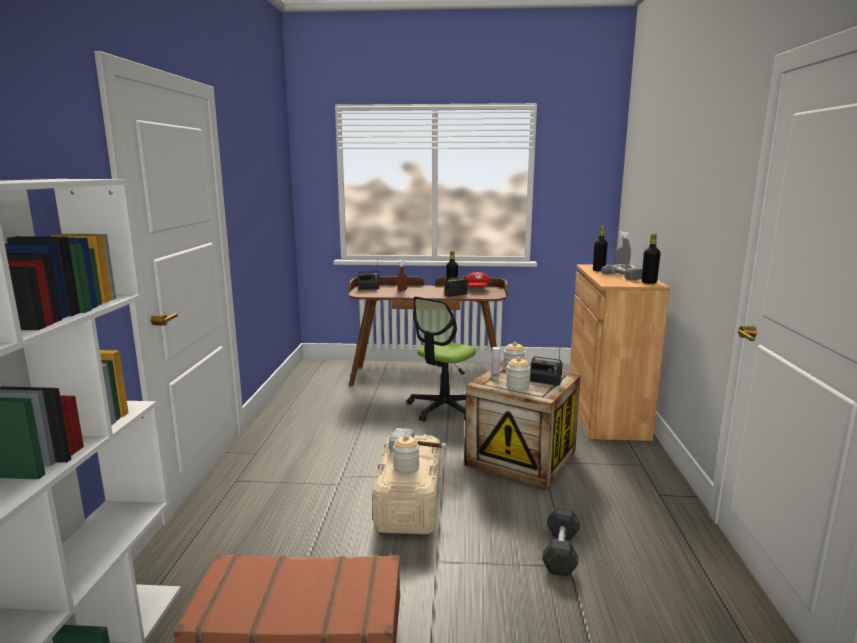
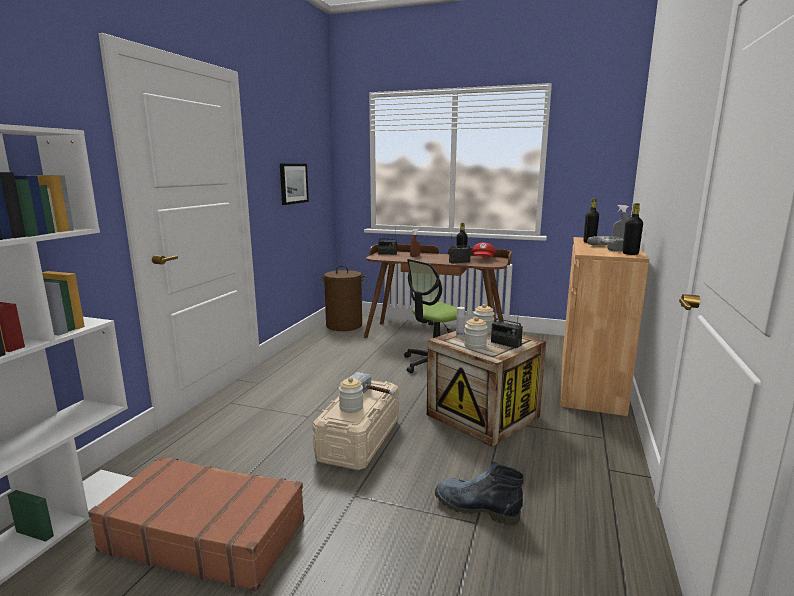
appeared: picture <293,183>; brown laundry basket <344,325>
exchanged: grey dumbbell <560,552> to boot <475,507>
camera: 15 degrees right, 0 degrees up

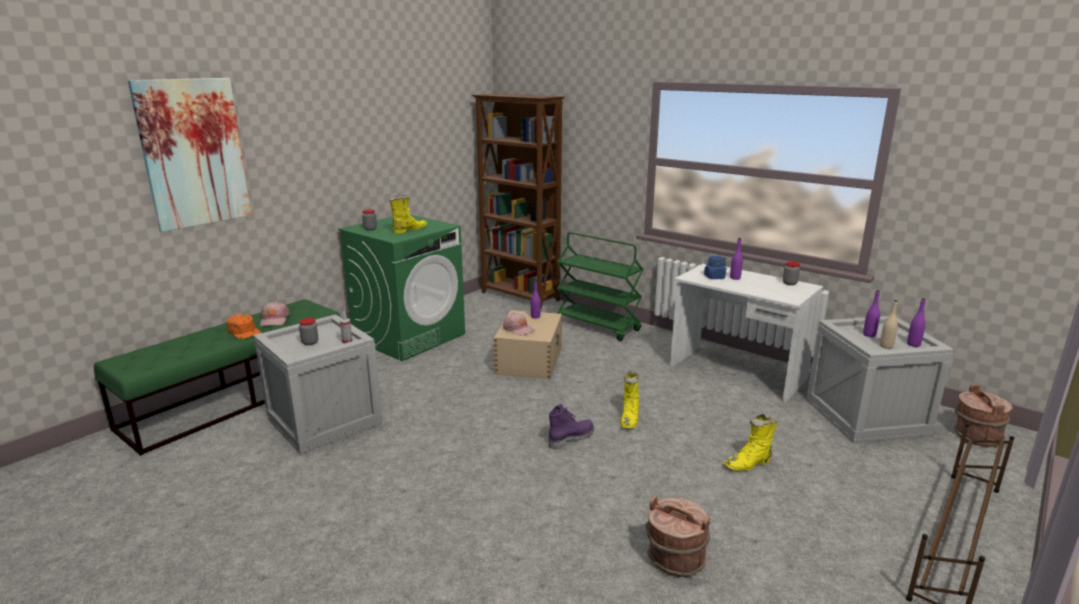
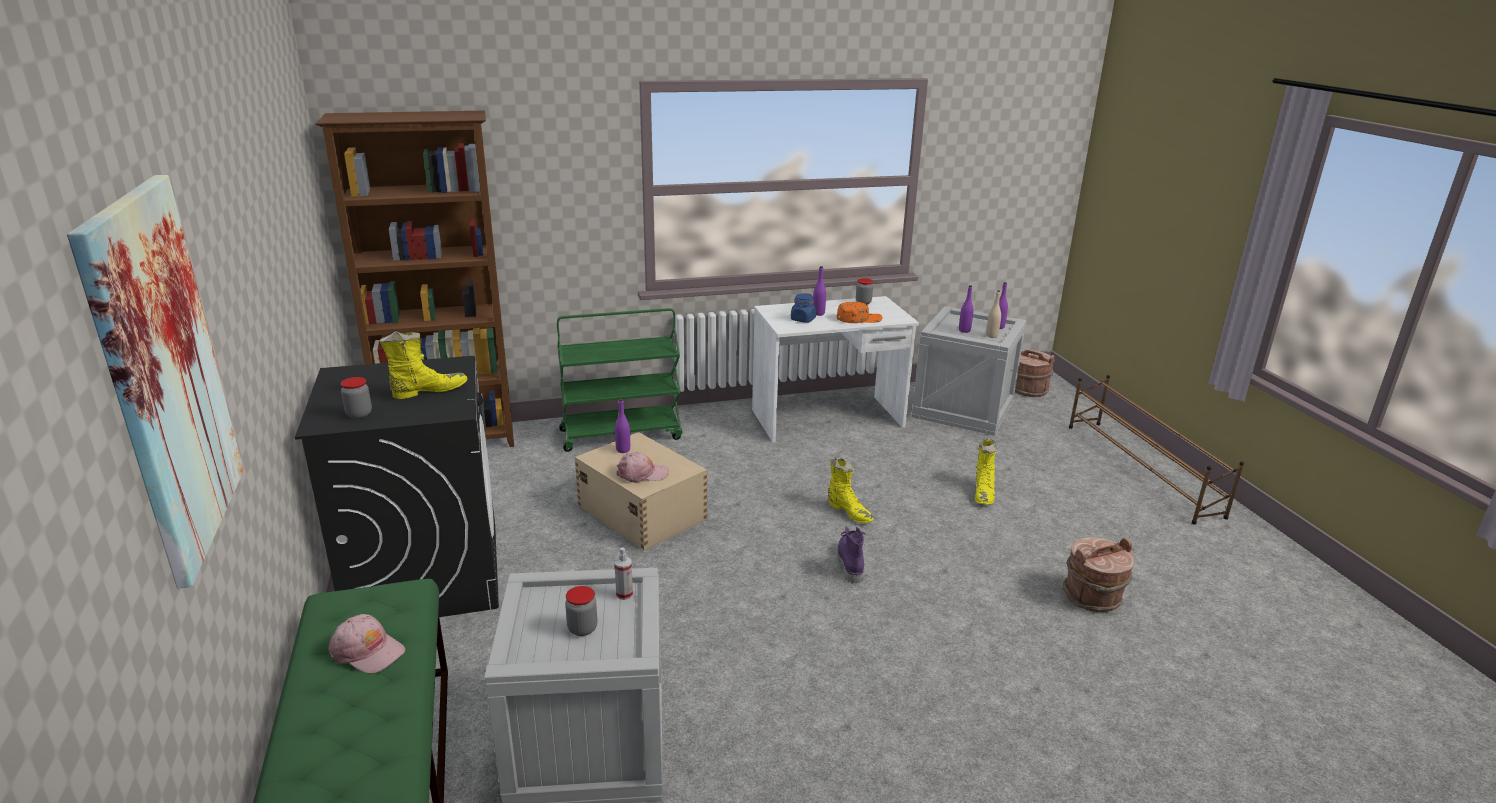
relocated: orange cap <245,331> to <859,318>
colour: green washing machine <409,337> to black washing machine <425,573>
spun: yellow boot <408,230> = <428,391> 75 degrees clockwise
camera: 55 degrees left, 5 degrees up

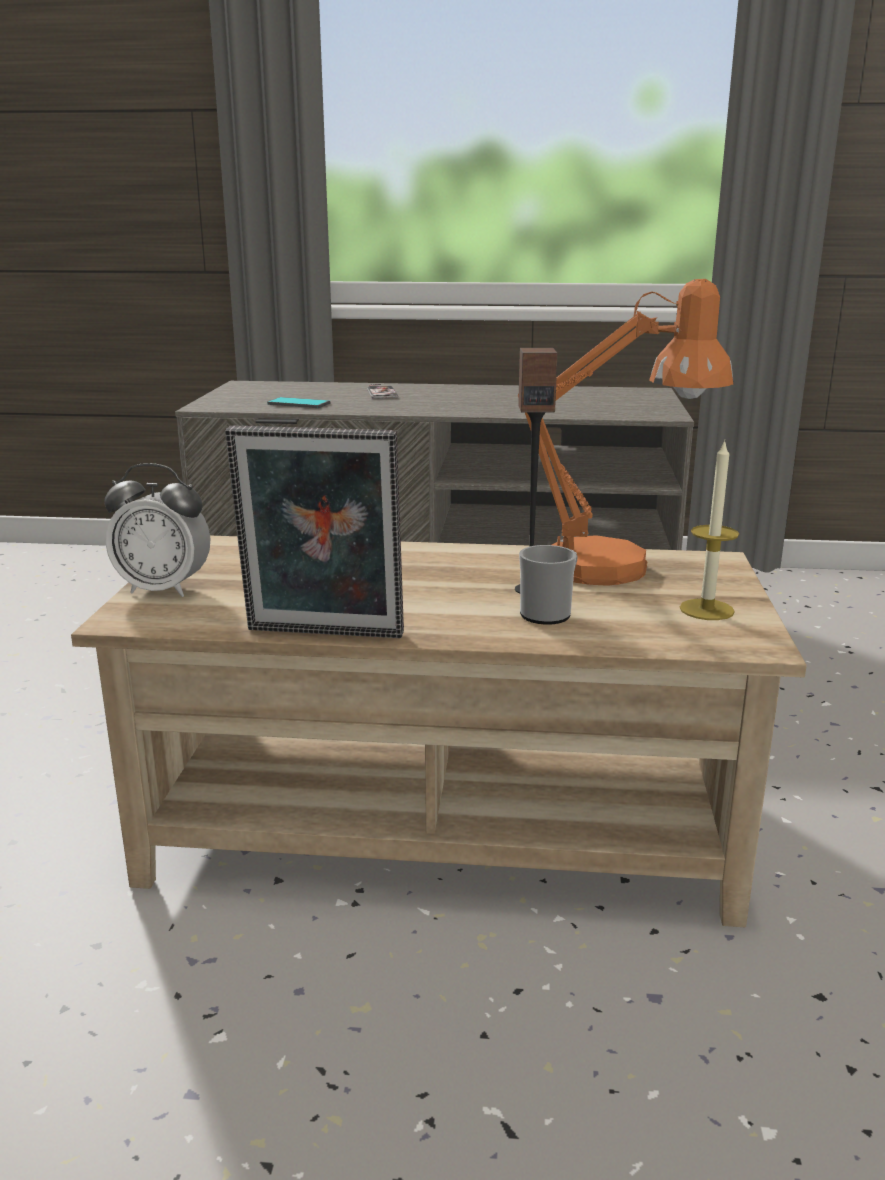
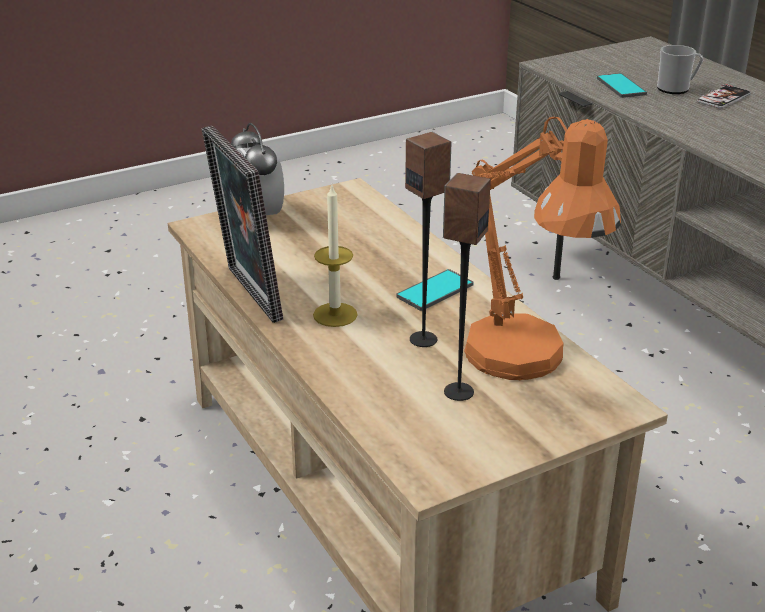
appeared: phone <435,291>; speaker <458,391>
relocated: candle <706,609> to <335,315>; mug <549,613> to <676,89>
camera: 55 degrees right, 10 degrees up

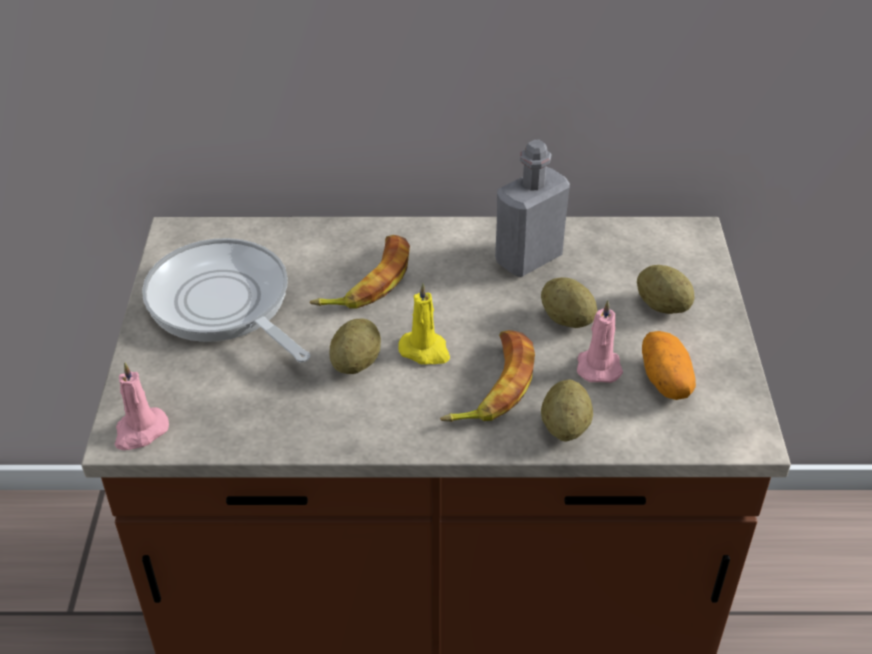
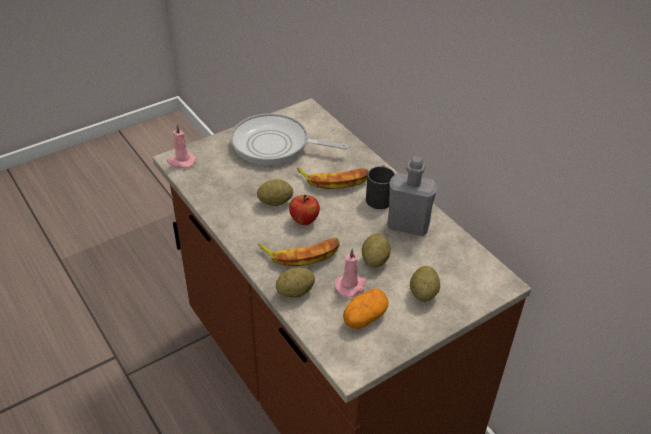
appeared: black mug <380,196>
exchanged: yellow candle <425,350> to apple <304,220>
spun: frying pan <223,304> = <275,145> 90 degrees counterclockwise
camera: 55 degrees right, 0 degrees up

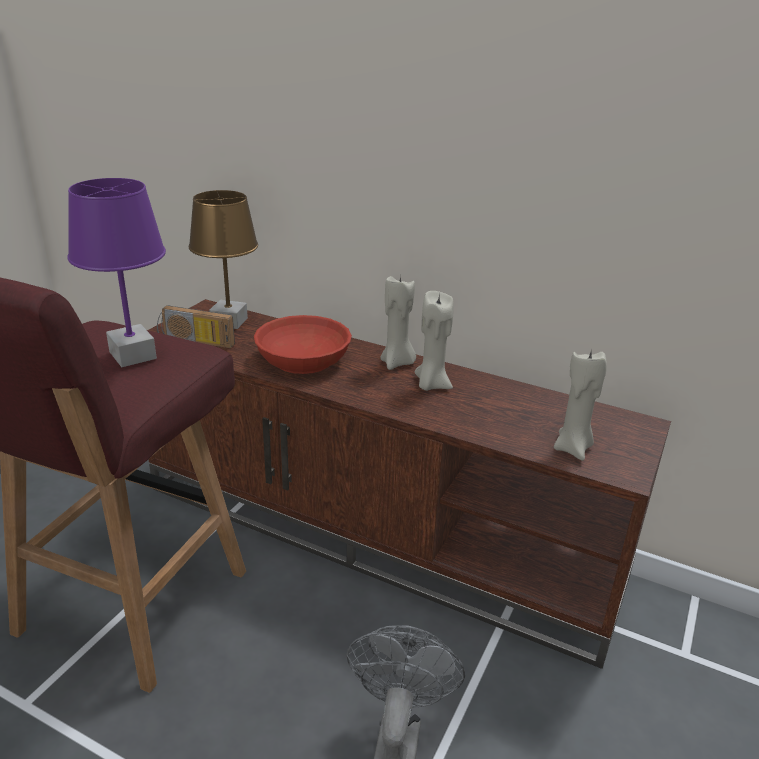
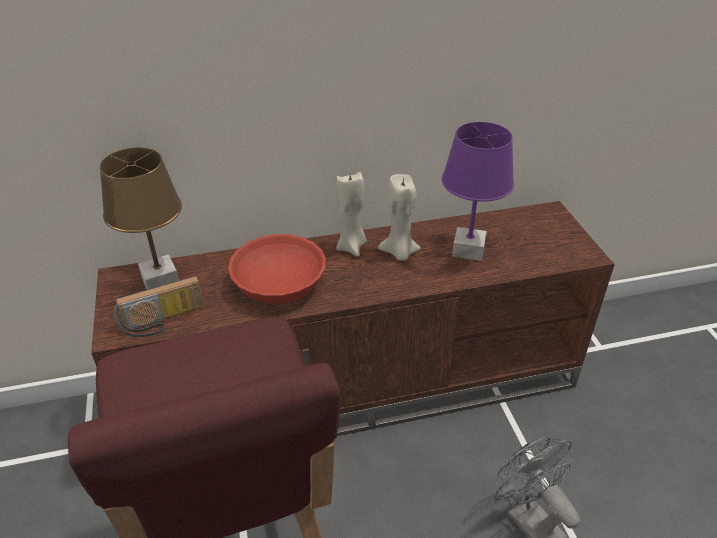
missing: beige candle <573,448>
relocated: purple table lamp <133,355> to <469,250>
camera: 40 degrees left, 10 degrees up

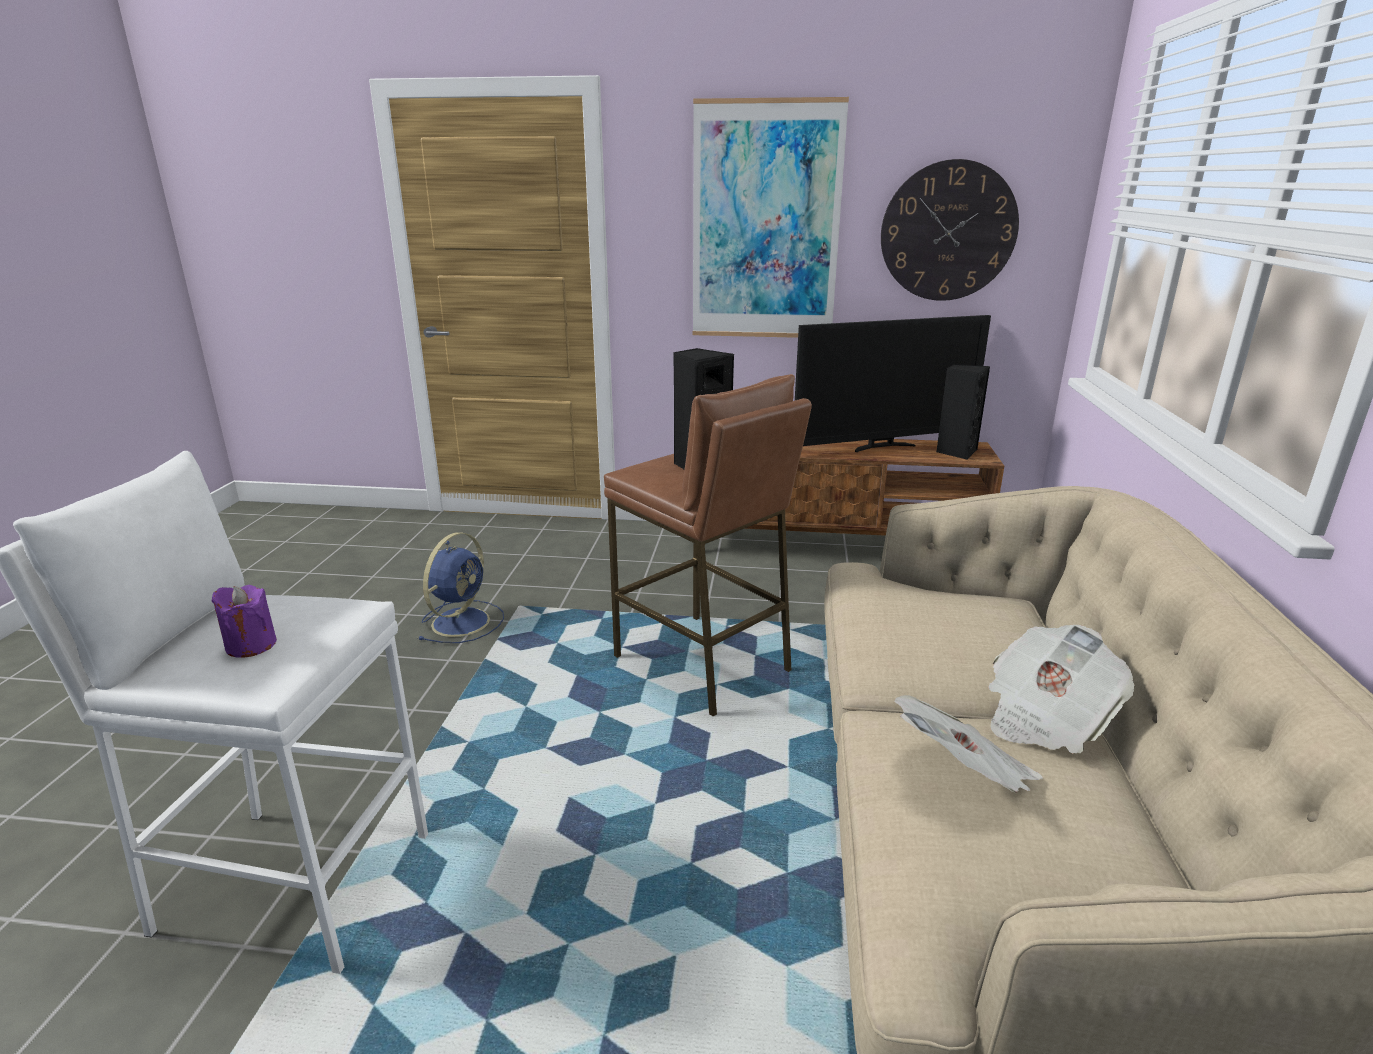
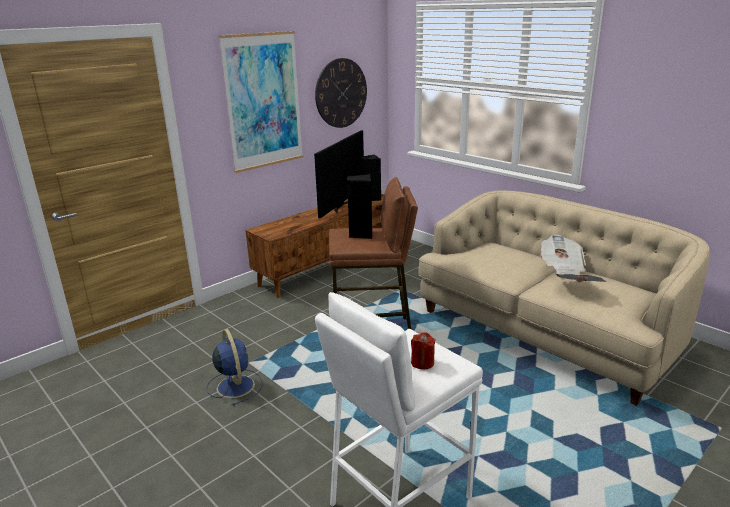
colour: purple candle <251,645> to red candle <422,363>
camera: 50 degrees left, 0 degrees up

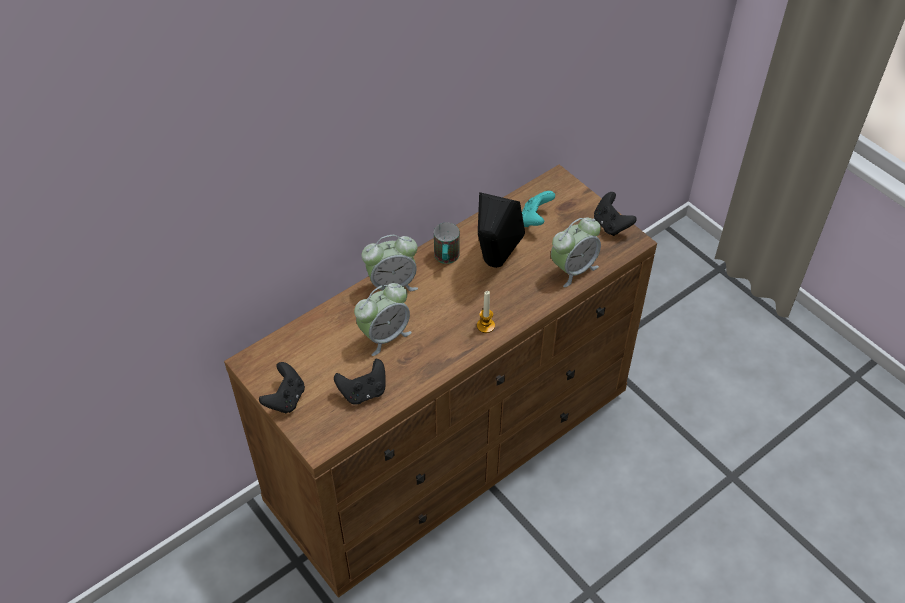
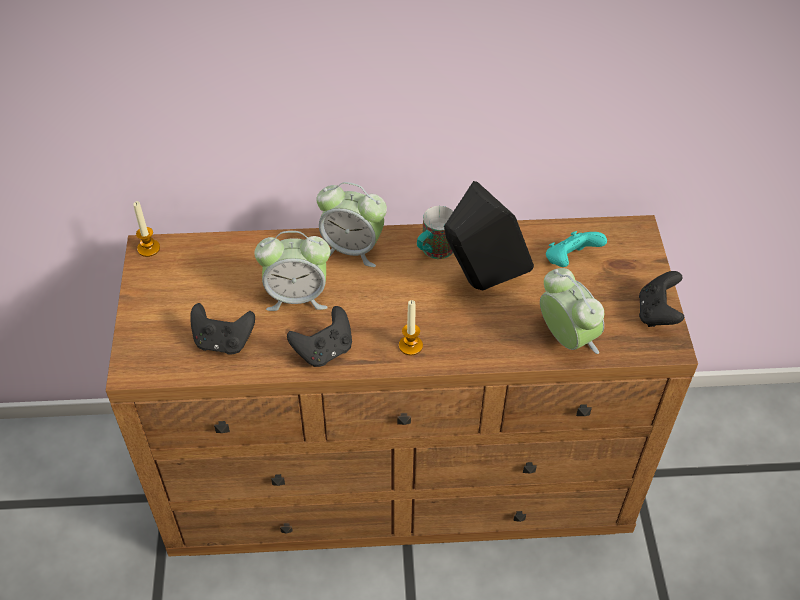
appeared: candle <148,248>
relocated: black game controller <285,399> to <324,351>
spun: alarm clock <573,269> = <566,338> 120 degrees counterclockwise
camera: 35 degrees right, 0 degrees up

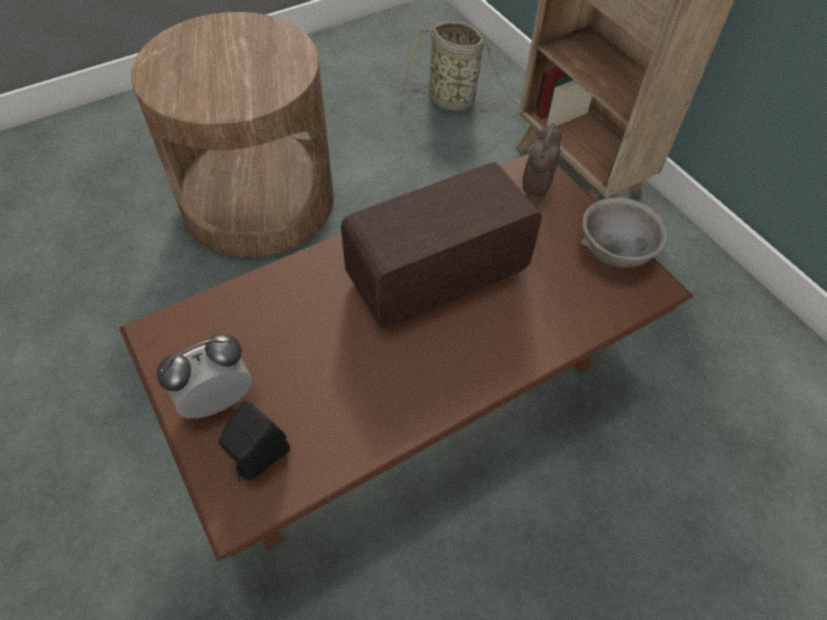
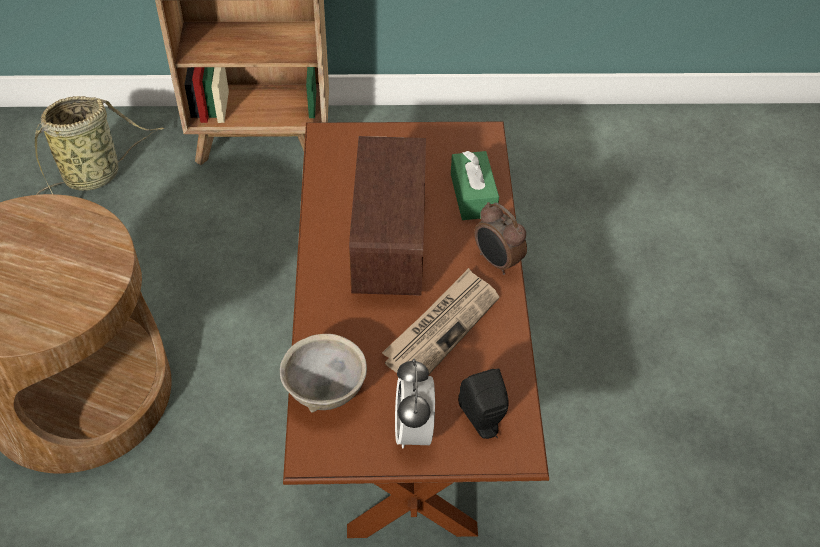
appeared: newspaper <441,327>; green tissue box <473,195>
relocated: grey bowl <613,252> to <324,391>; alarm clock <535,190> to <497,262>
camera: 60 degrees left, 5 degrees down

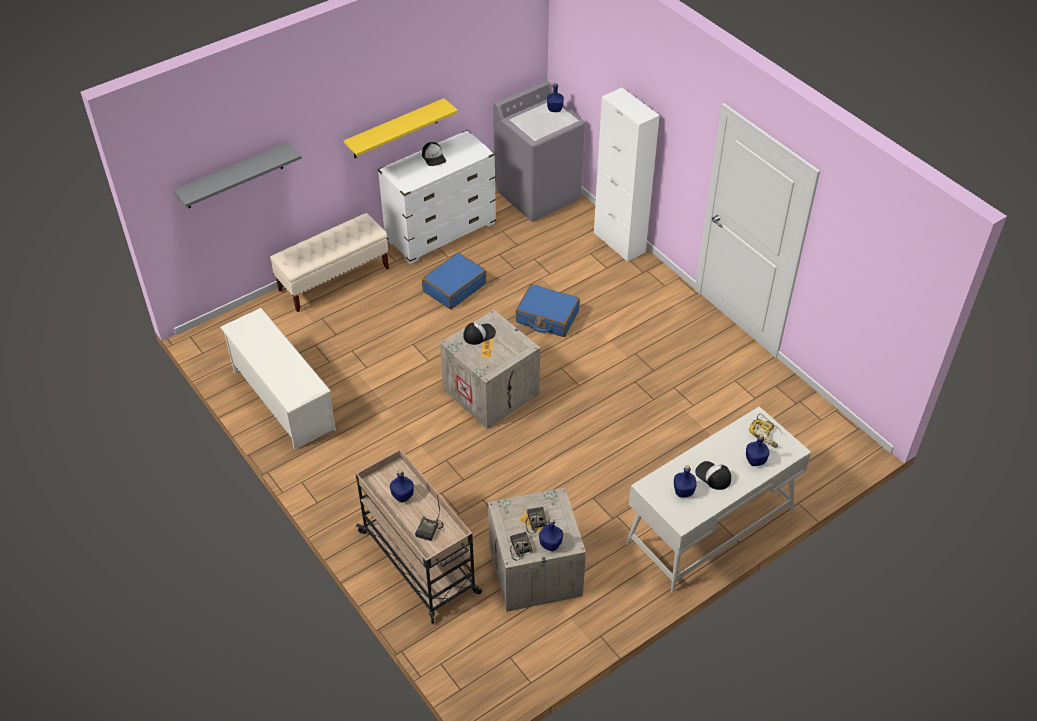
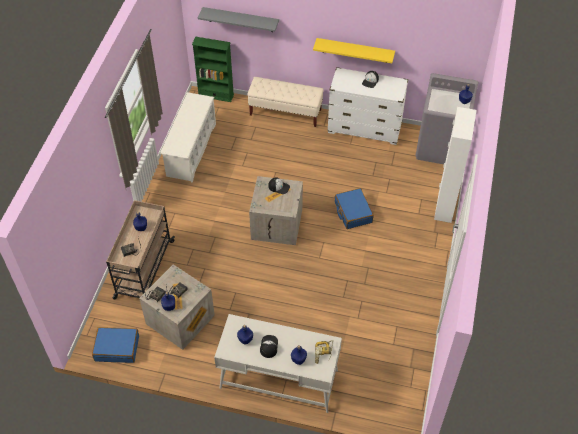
appeared: green bookcase <216,95>
relocated: blue suitcase <454,287> to <117,348>
camera: 50 degrees right, 5 degrees up

